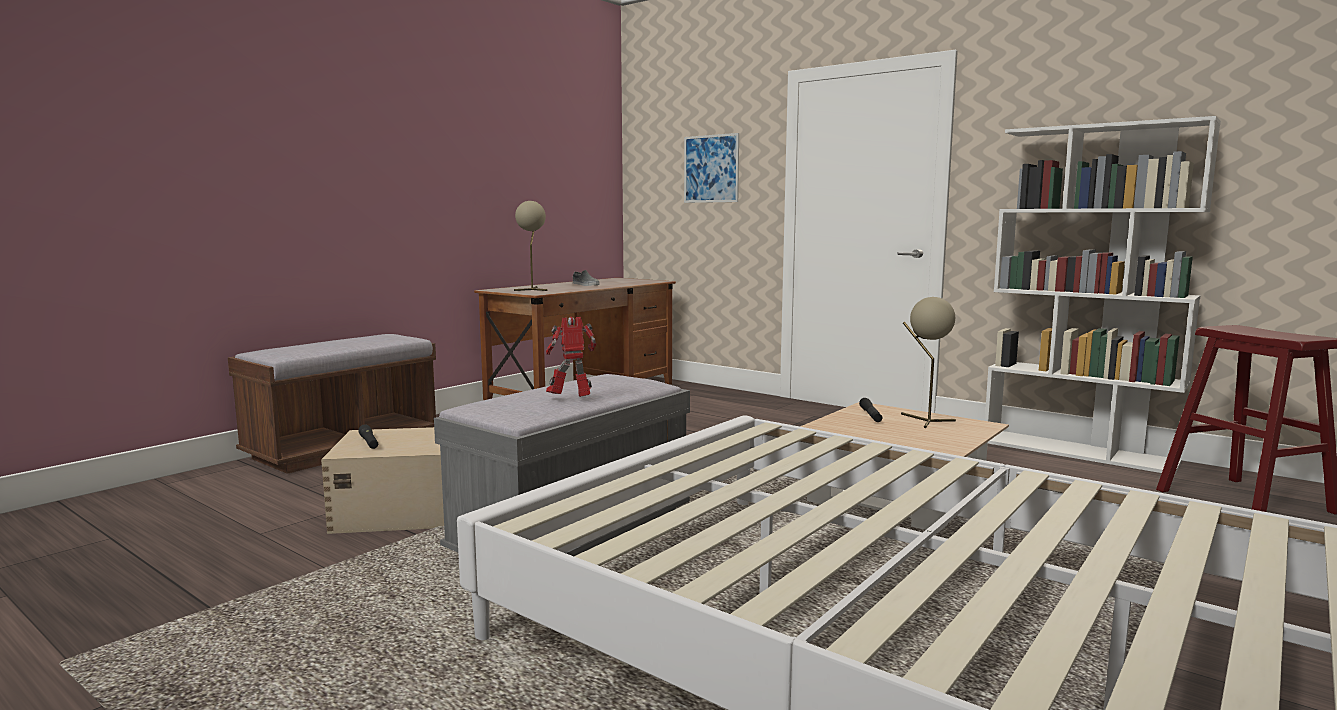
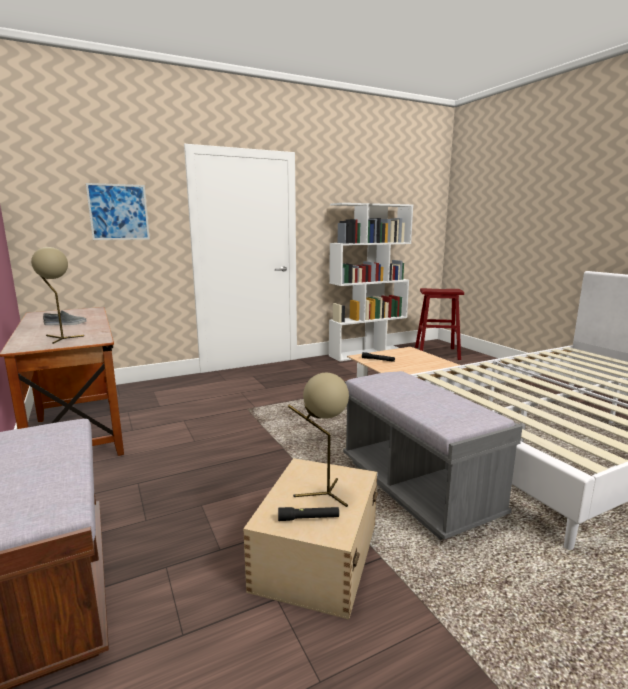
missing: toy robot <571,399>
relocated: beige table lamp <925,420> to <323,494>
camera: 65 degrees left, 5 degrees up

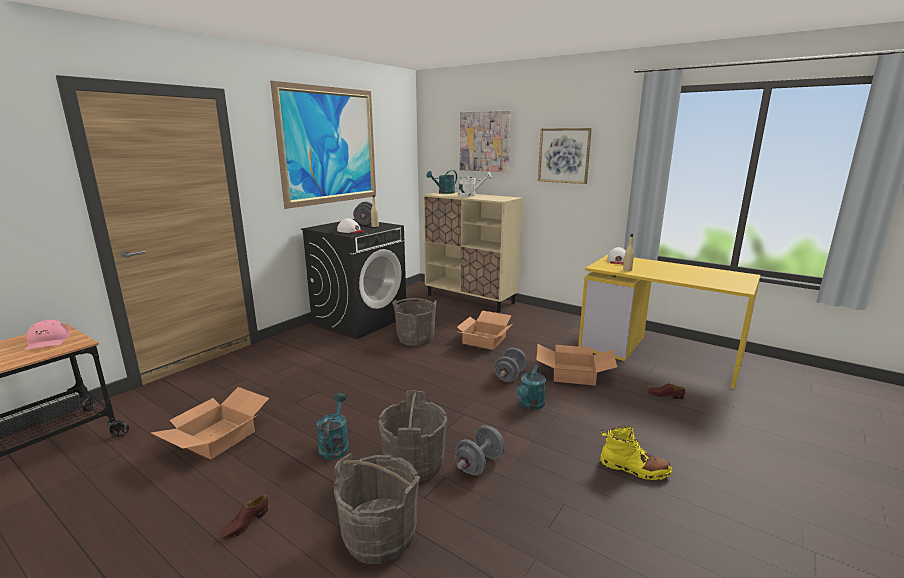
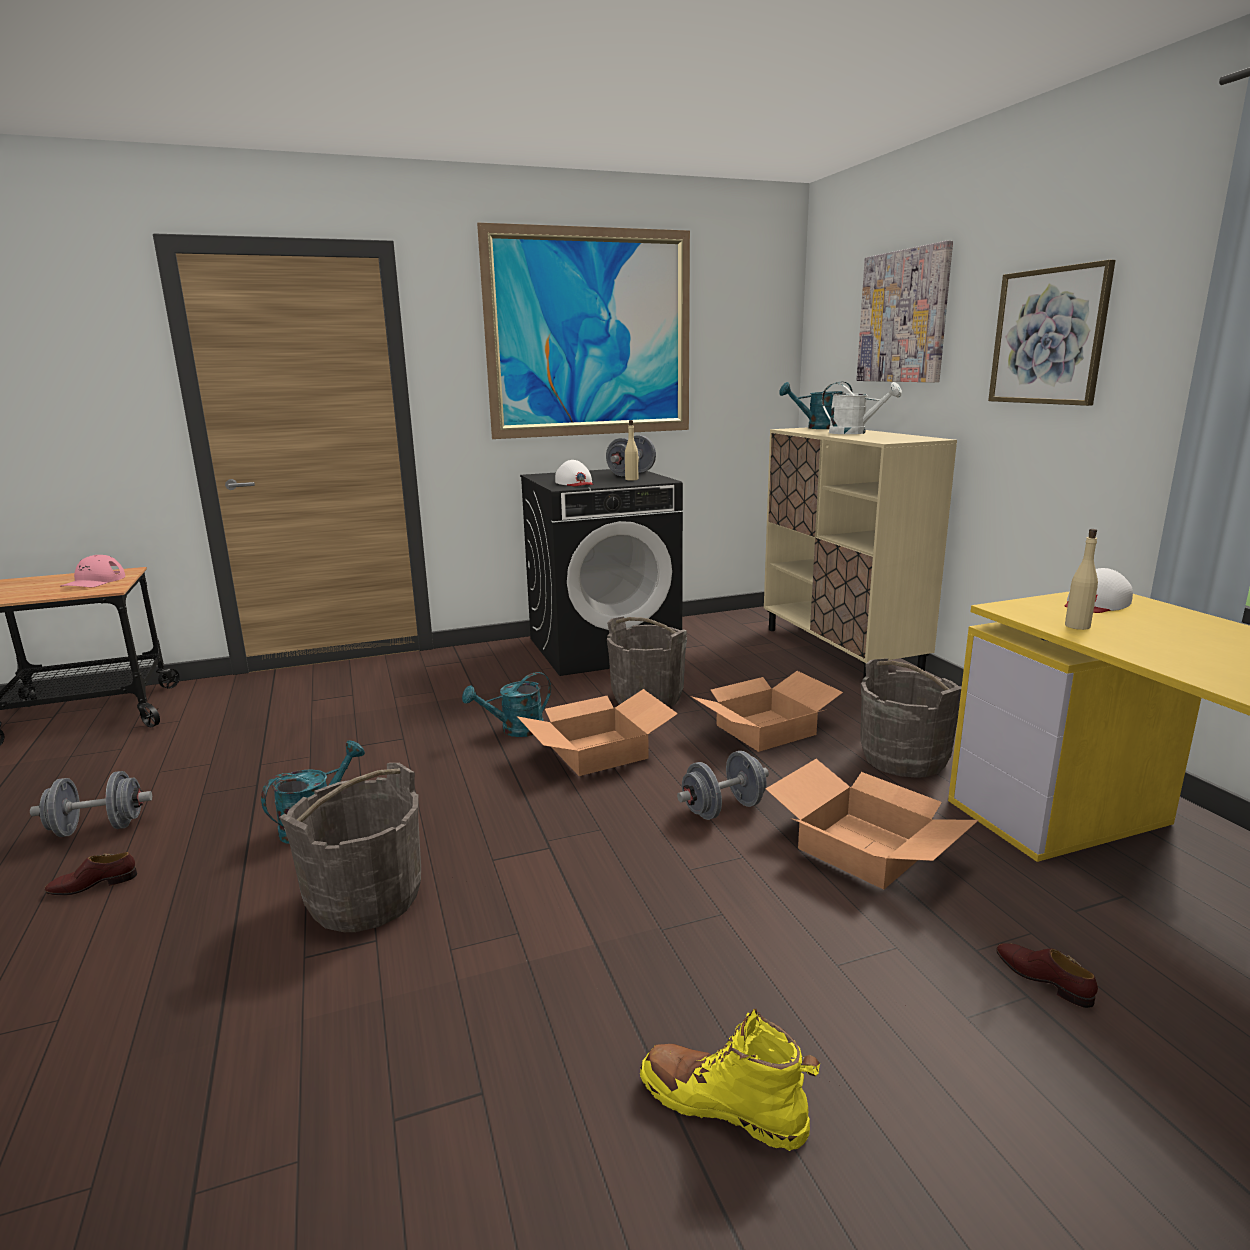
relocated: grey dumbbell <479,464> to <98,828>; turquoise watering can <530,405> to <515,730>; cardboard box <217,437> to <599,751>; grey bucket <379,536> to <903,758>
spun: yellow boot <634,468> = <723,1105> 150 degrees clockwise
camera: 35 degrees right, 0 degrees up

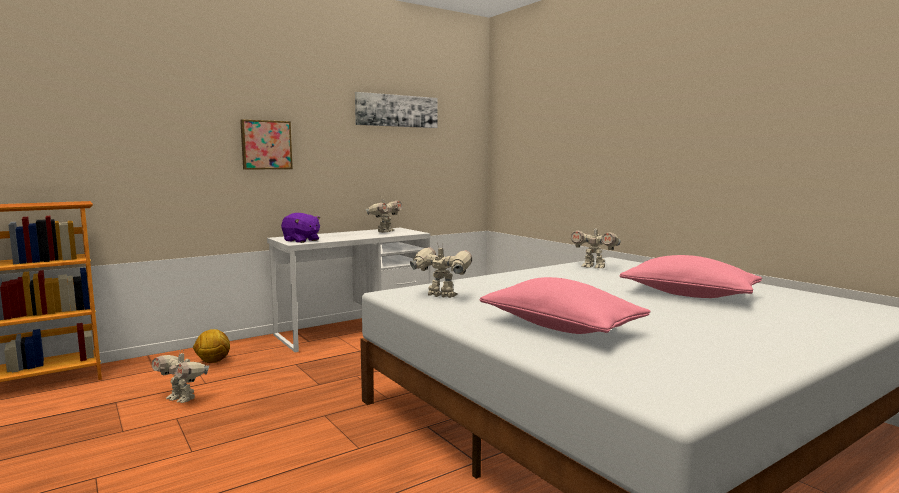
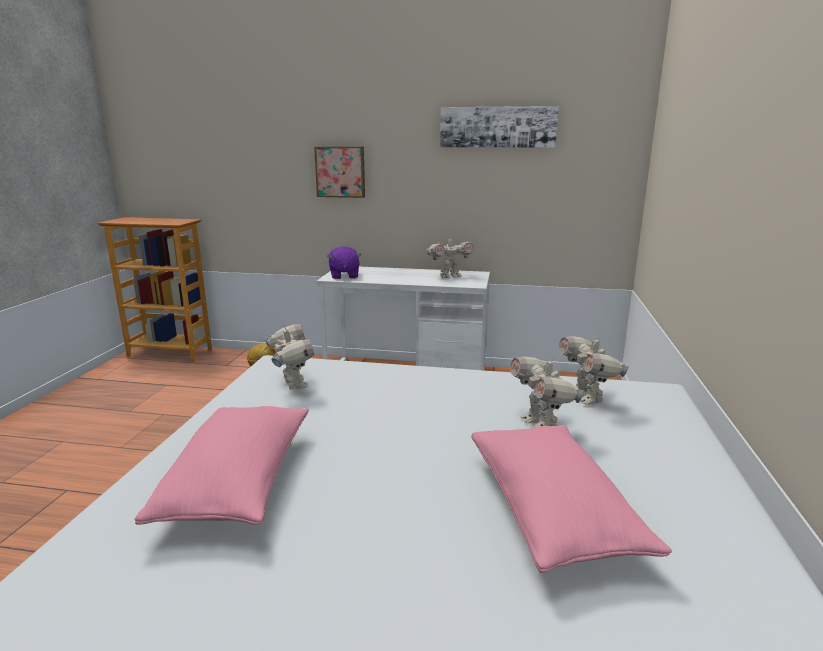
relocated: toy robot <182,398> to <541,424>
camera: 45 degrees right, 10 degrees up

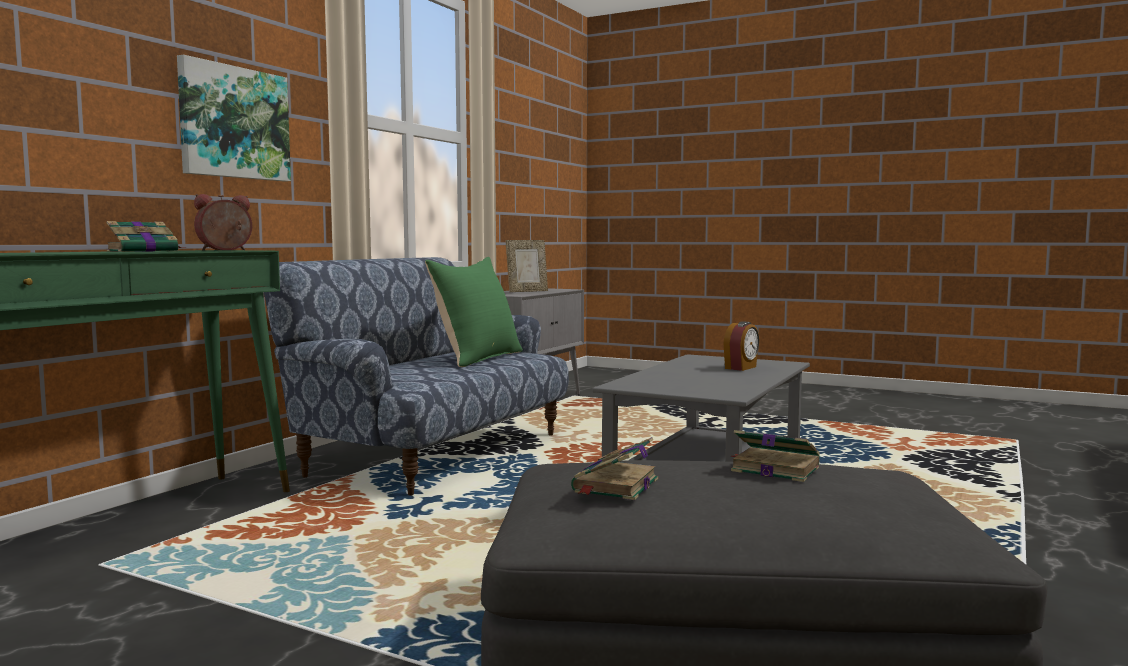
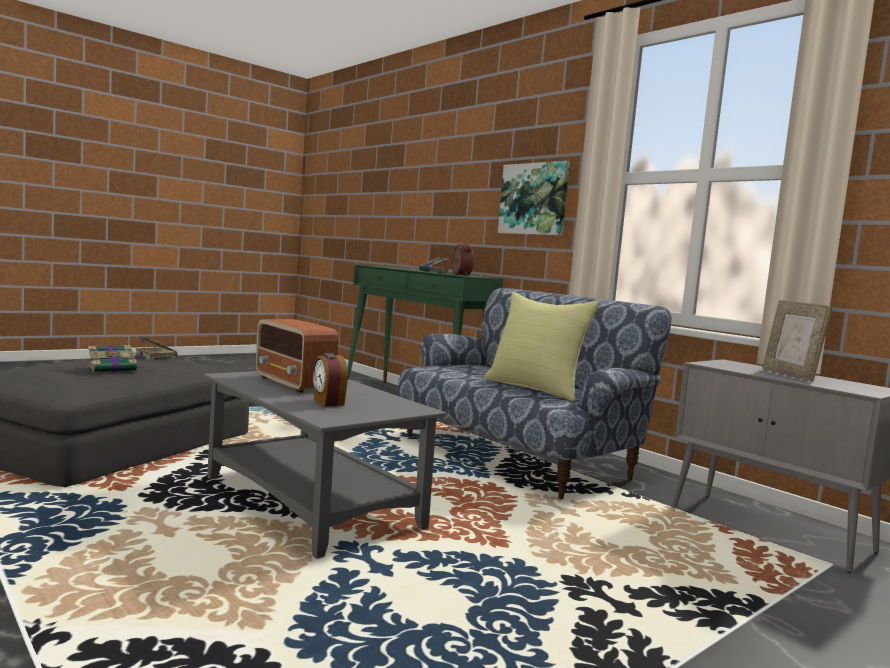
appeared: radio <294,383>
colour: green pillow <478,358> to yellow pillow <535,388>
camera: 110 degrees right, 0 degrees up

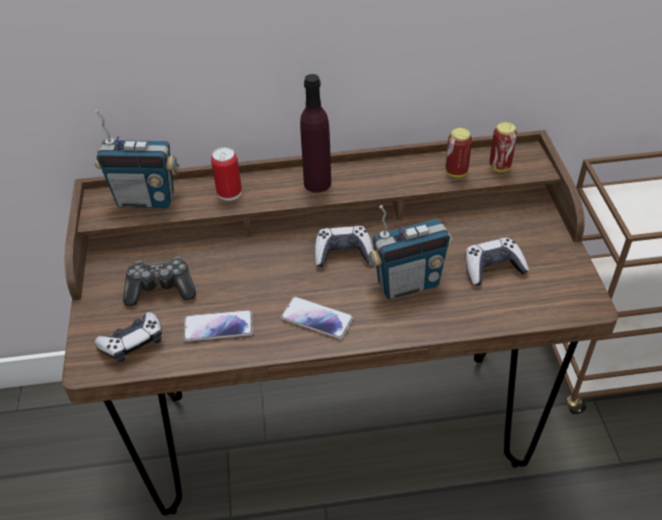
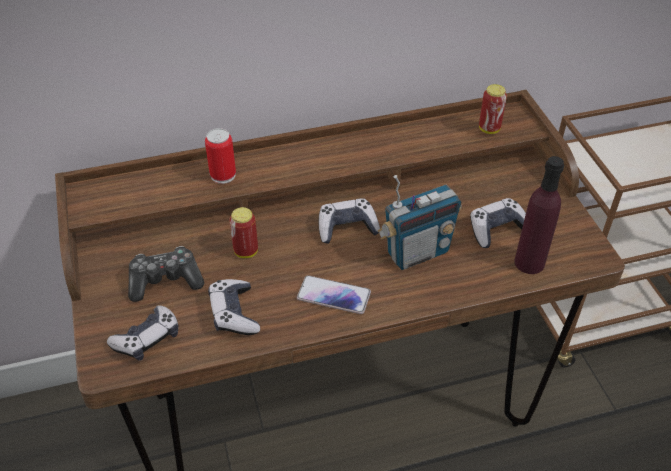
missing: radio <146,199>
relocated: can <456,172> to <246,251>; purple bottle <317,183> to <529,262>
exchanged: phone <218,326> to game controller <234,313>
camera: 10 degrees left, 0 degrees up

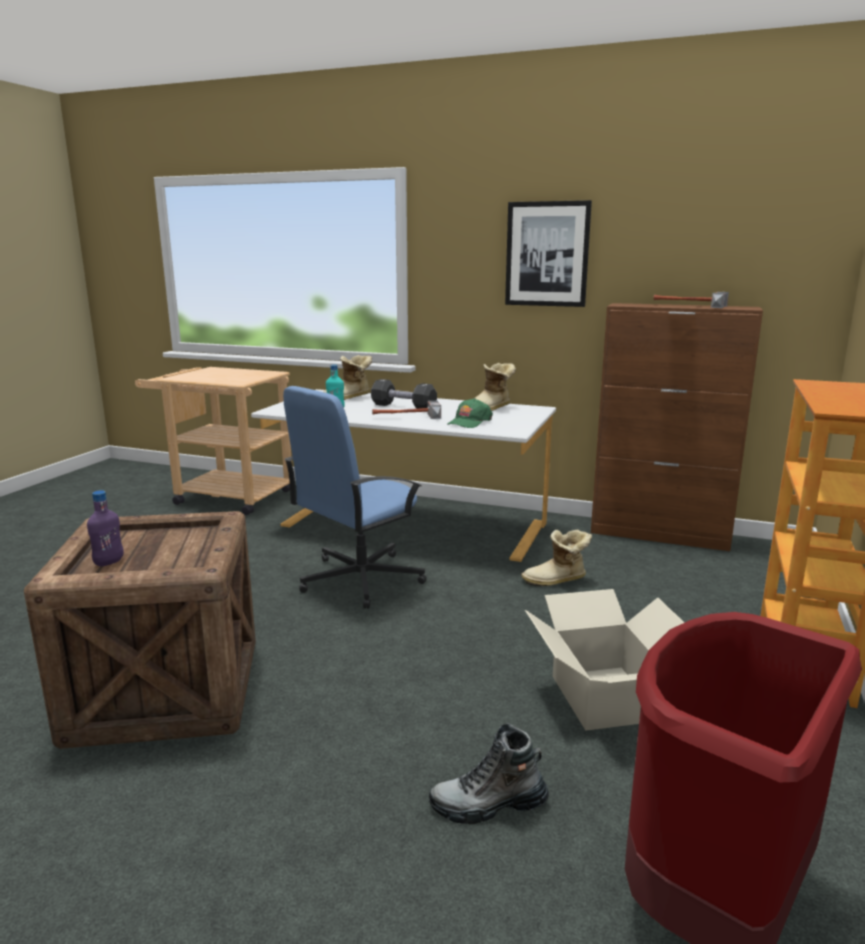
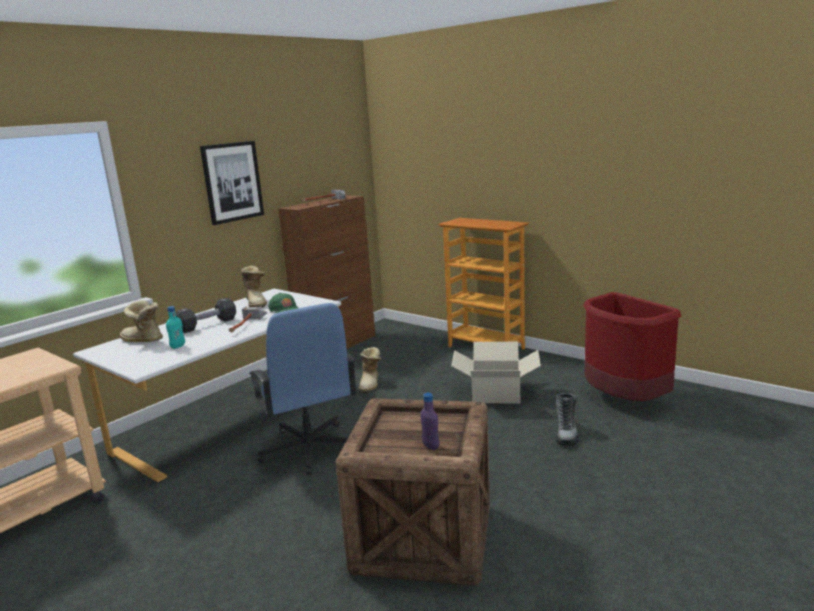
spun: boot <349,398> = <142,341> 135 degrees clockwise
camera: 70 degrees left, 0 degrees up

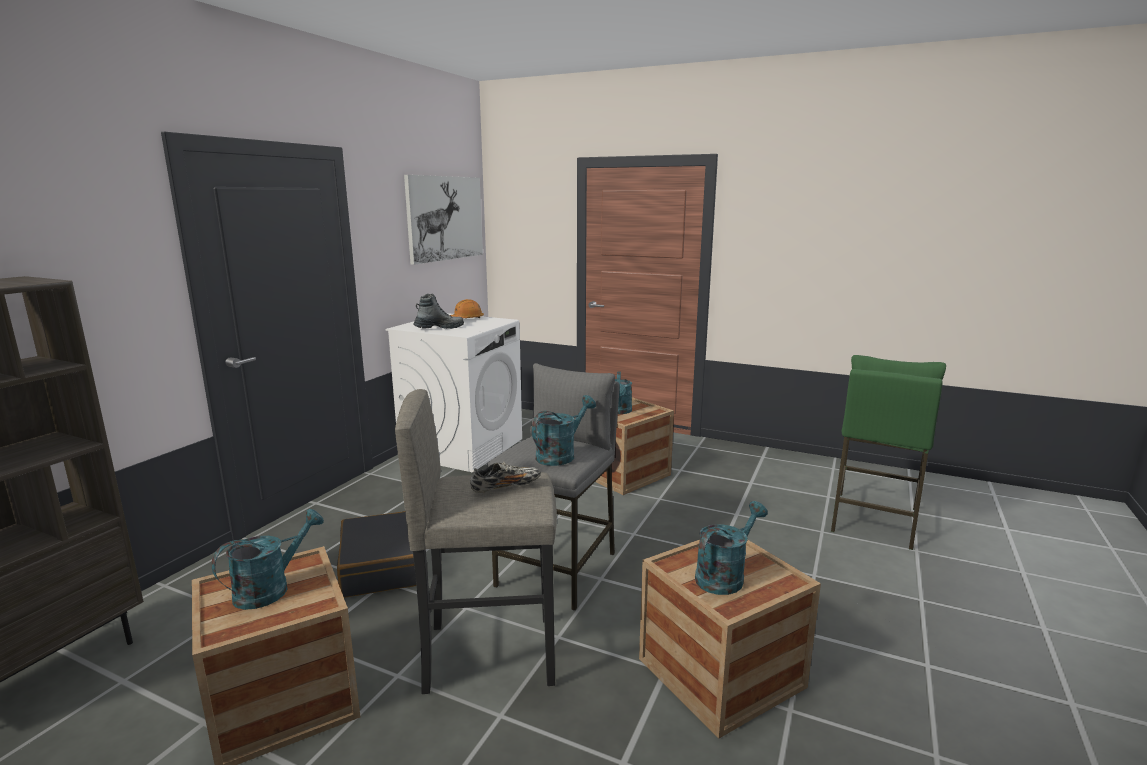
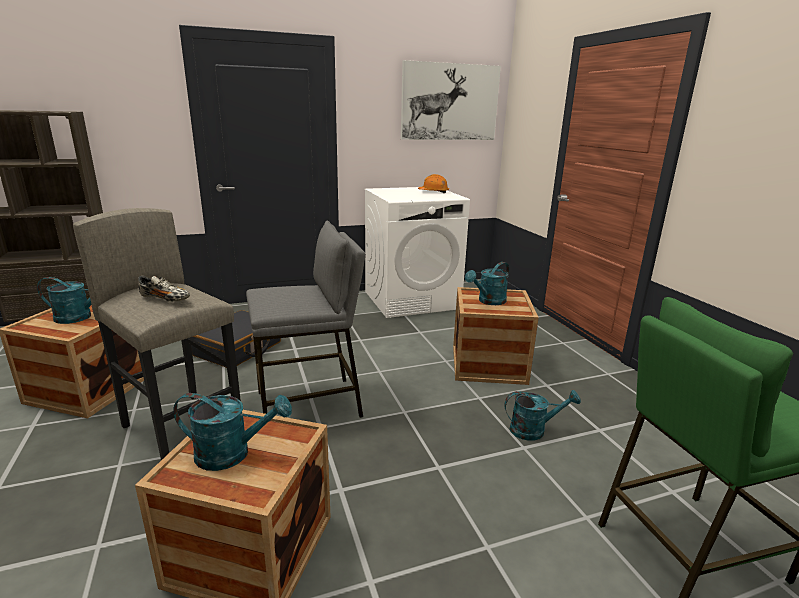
missing: boot <439,328>
relocated: turquoise watering can <560,455> to <534,430>
camera: 45 degrees right, 5 degrees up

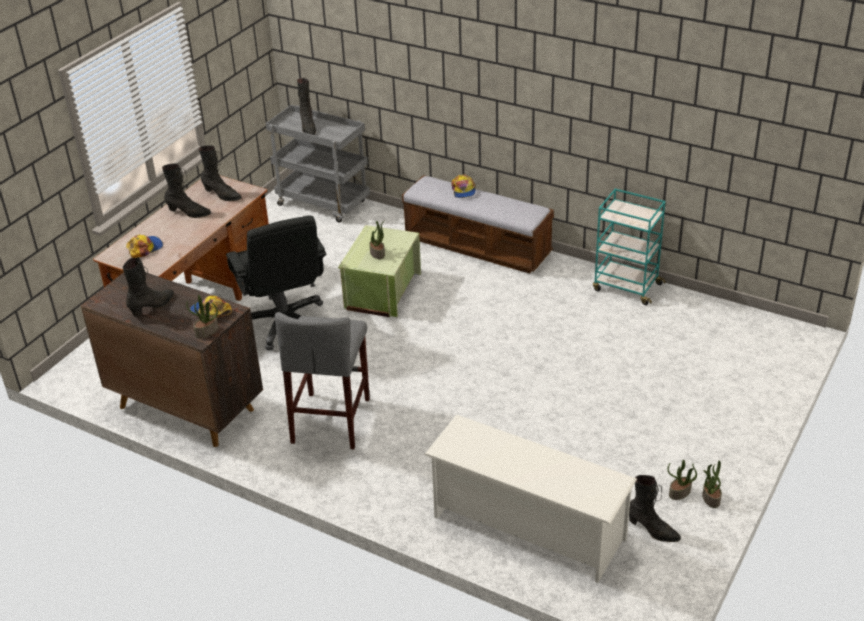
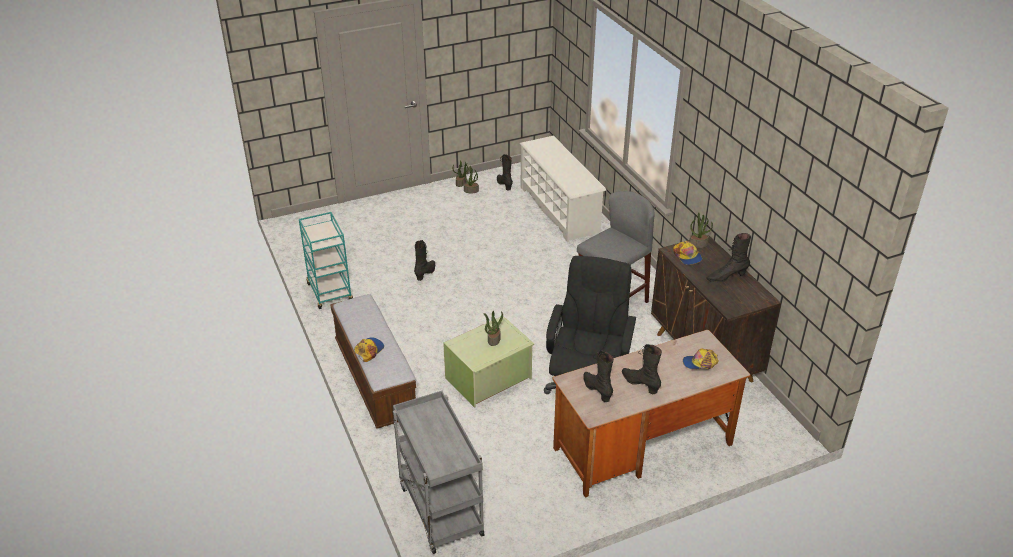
relocated: black boot <308,127> to <426,273>
camera: 145 degrees left, 0 degrees up

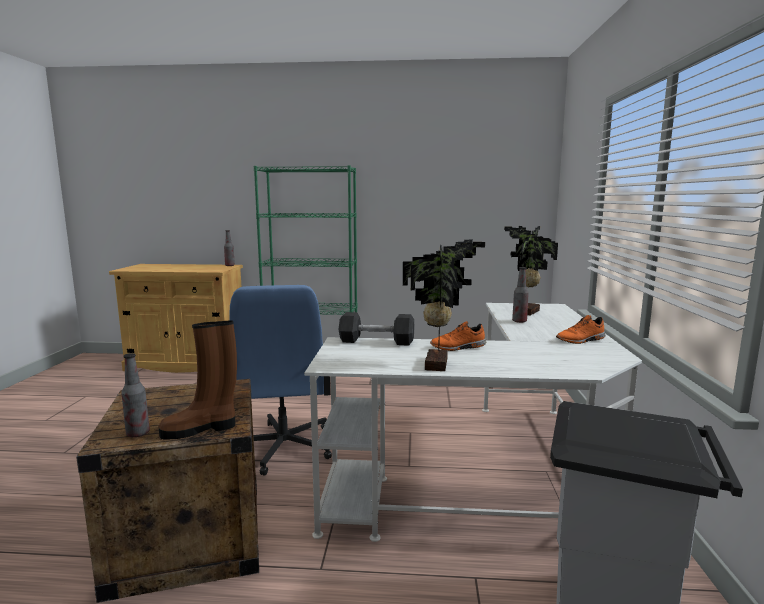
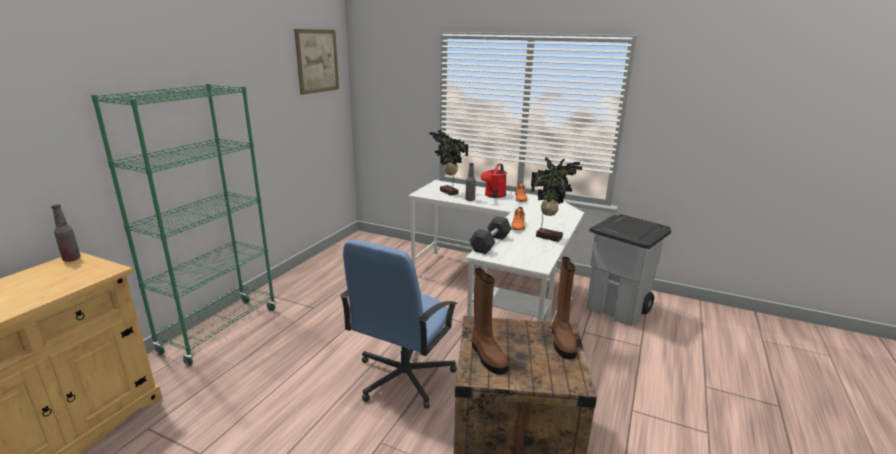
missing: bottle <138,433>
appeared: picture <317,61>; brown boot <487,356>; red watering can <493,196>
spun: blue office chair <282,447> = <403,377> 105 degrees clockwise
camera: 70 degrees left, 10 degrees up

